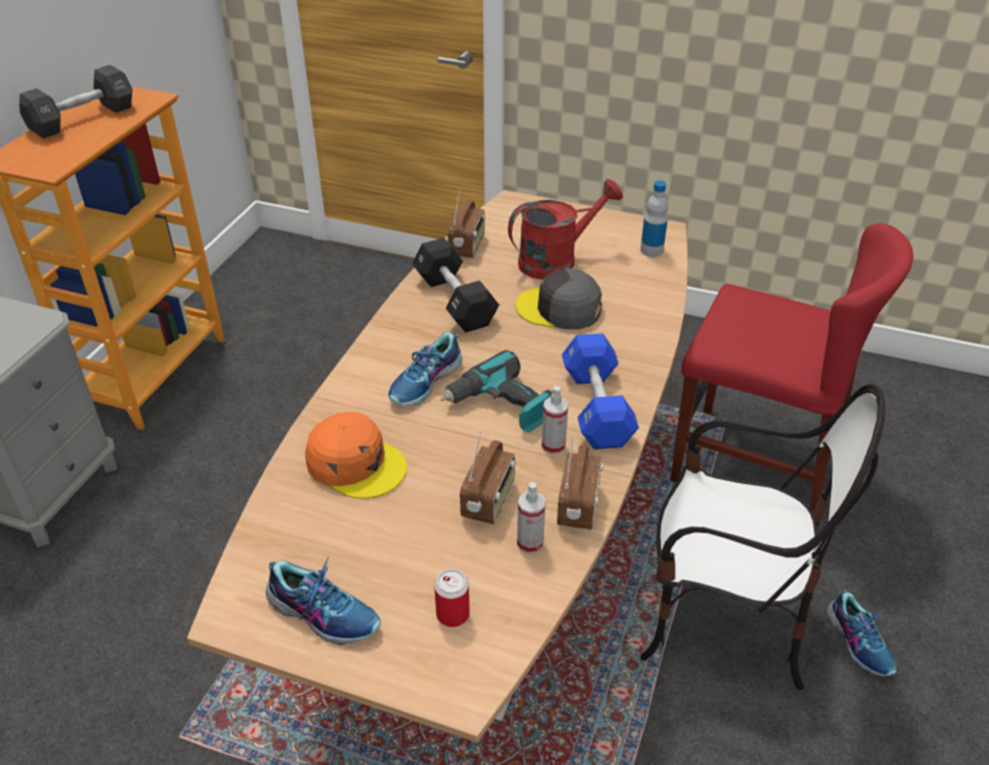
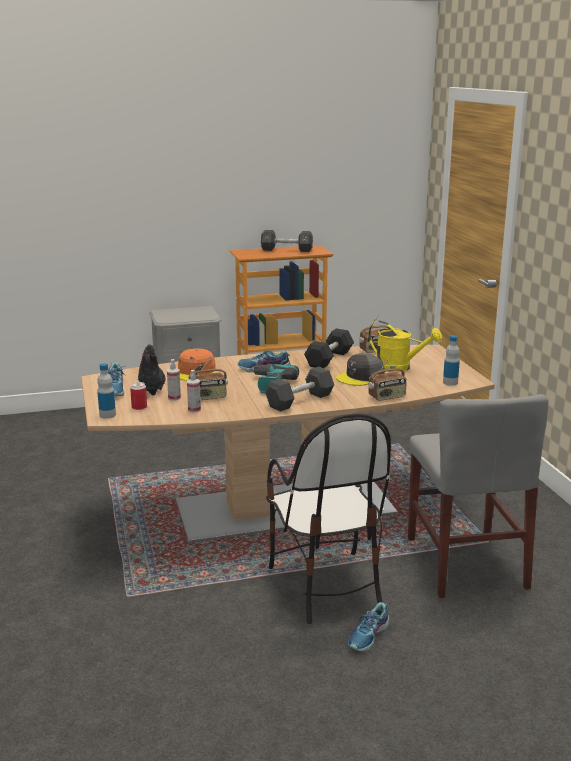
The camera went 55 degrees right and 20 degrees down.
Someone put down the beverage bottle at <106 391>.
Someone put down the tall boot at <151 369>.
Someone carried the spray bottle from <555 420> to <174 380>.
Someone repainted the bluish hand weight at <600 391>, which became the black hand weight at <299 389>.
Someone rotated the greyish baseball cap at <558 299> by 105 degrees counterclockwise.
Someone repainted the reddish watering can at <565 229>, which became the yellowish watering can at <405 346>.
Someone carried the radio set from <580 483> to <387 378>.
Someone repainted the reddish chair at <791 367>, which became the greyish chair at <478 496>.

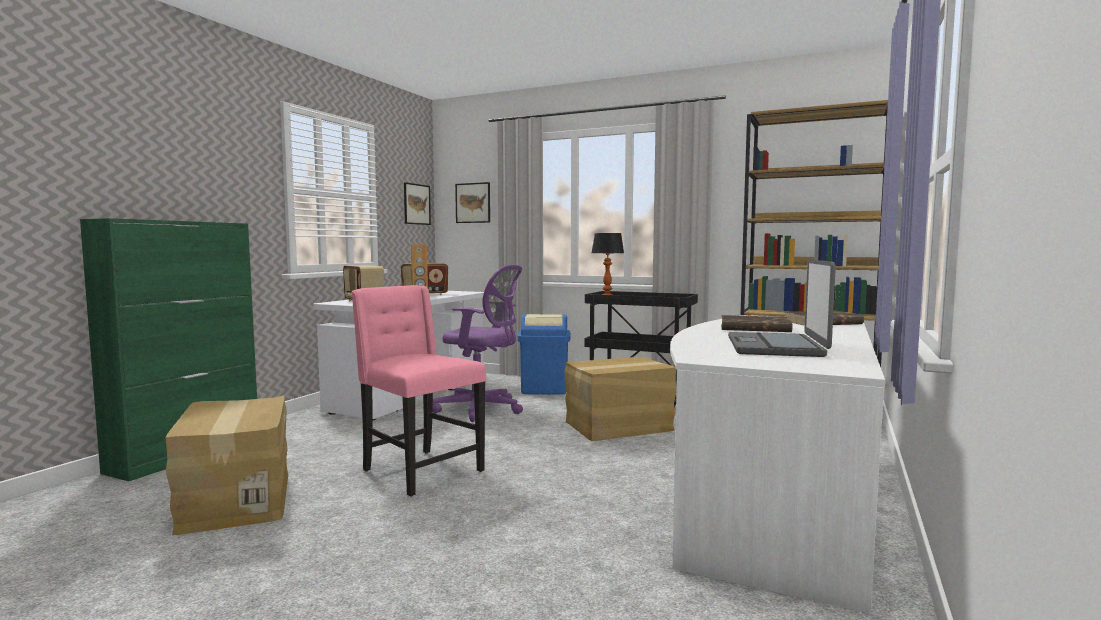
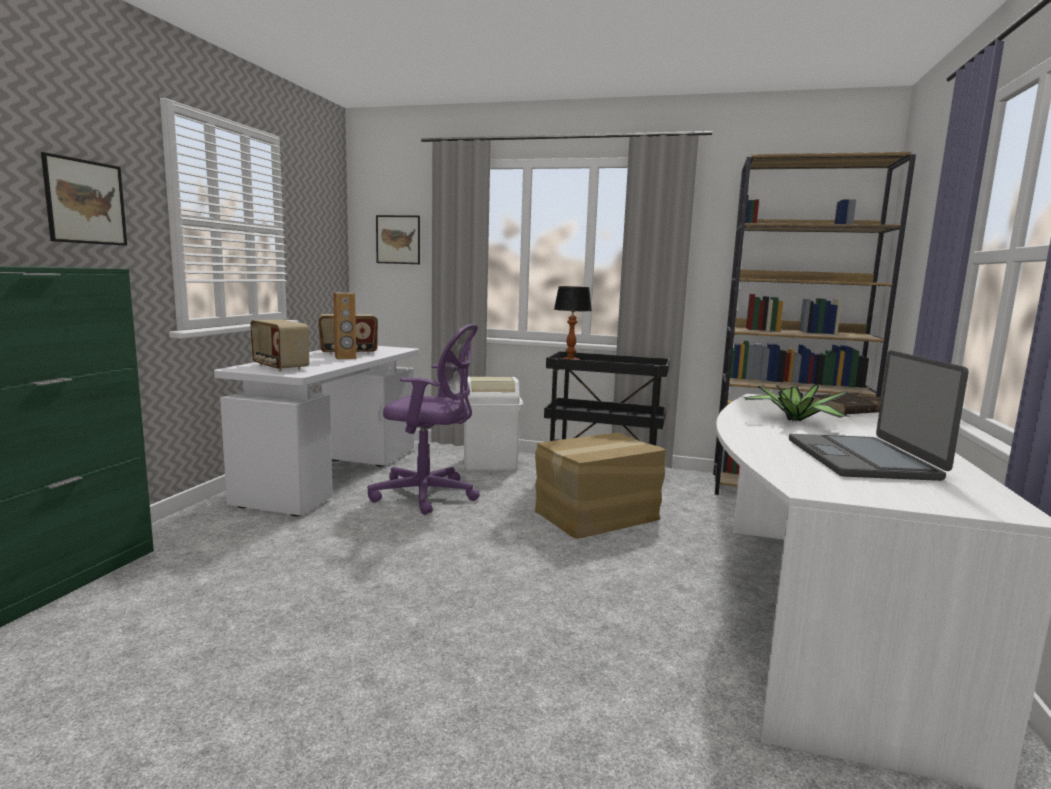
The camera went 10 degrees left and 5 degrees up.
Someone carried the picture from <417 203> to <84 199>.
Someone repainted the bluish rubbish bin at <544 354>, which became the white-coloured rubbish bin at <493 423>.
Someone swapped the brown-coloured bound book at <756 323> for the potted plant at <796 404>.
Someone took away the carton at <227 465>.
Someone took away the pink-coloured chair at <418 391>.

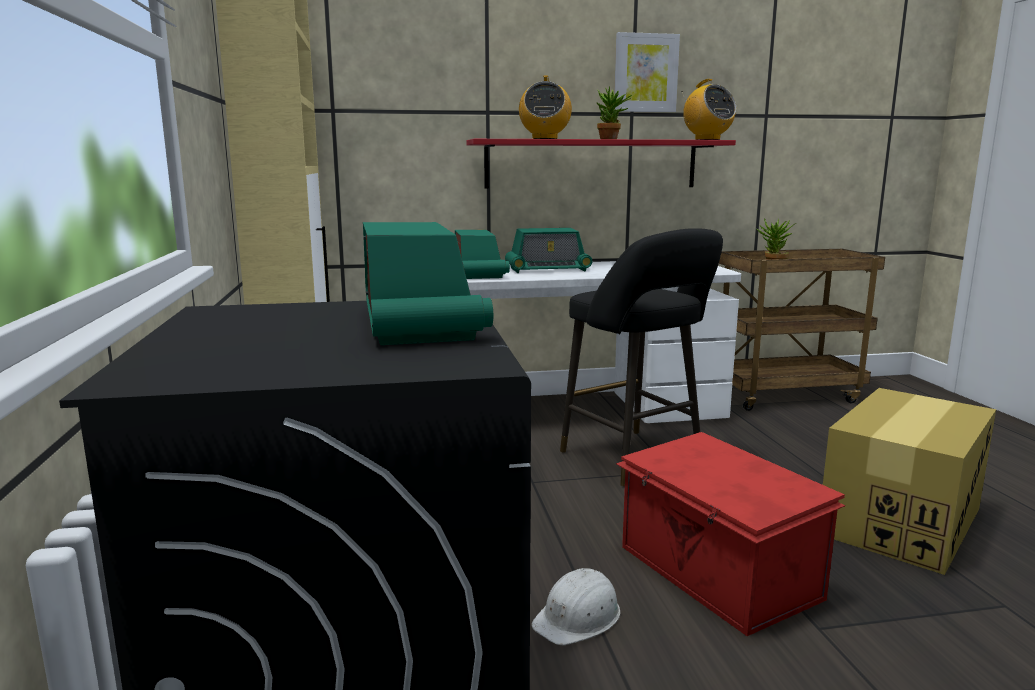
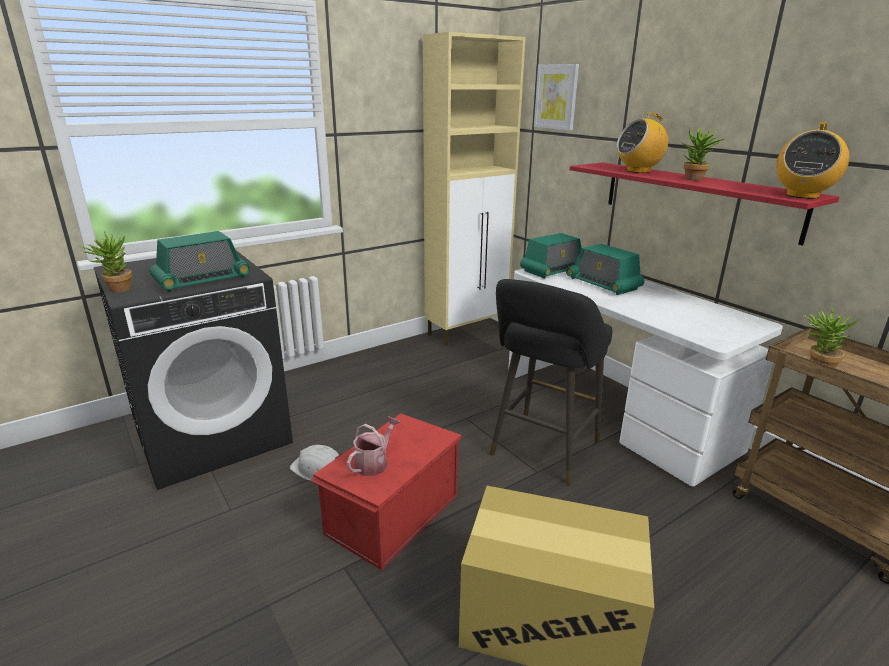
The camera went 65 degrees right and 10 degrees up.
Someone put down the potted plant at <105 262>.
Someone put down the watering can at <373 446>.
Someone carried the picture from <647 72> to <556 97>.

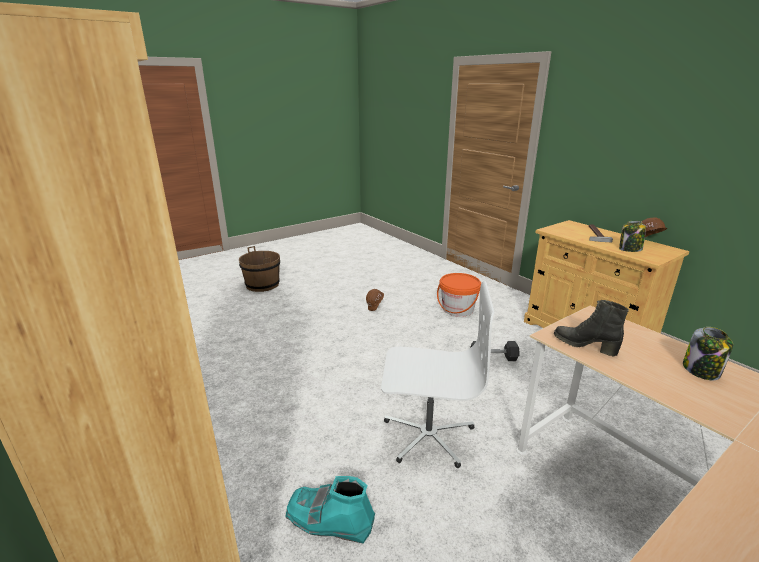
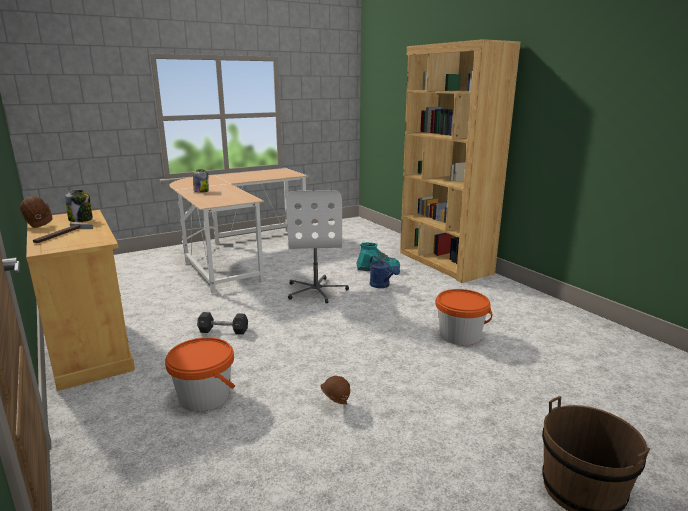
The camera went 175 degrees left and 5 degrees down.
Someone rotated the white-coloured computer chair at <437 374> by 105 degrees counterclockwise.
Someone put down the bluish watering can at <385 272>.
Someone put down the orange water bucket at <464 317>.
Someone took away the black tall boot at <591 328>.

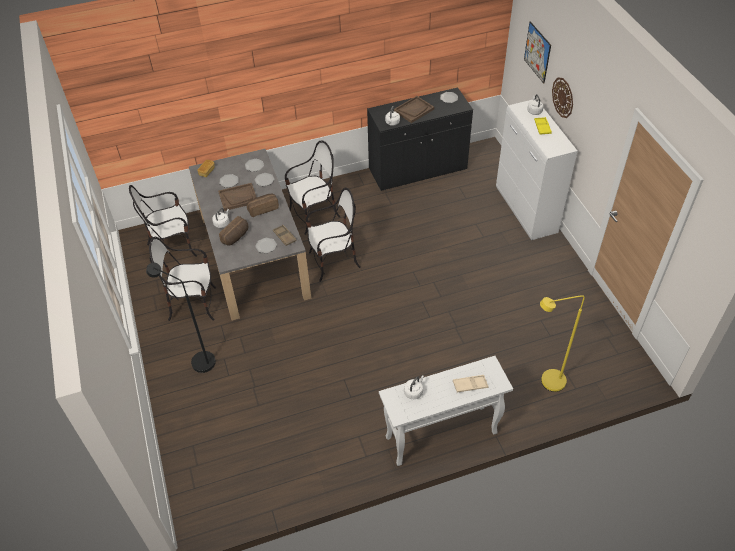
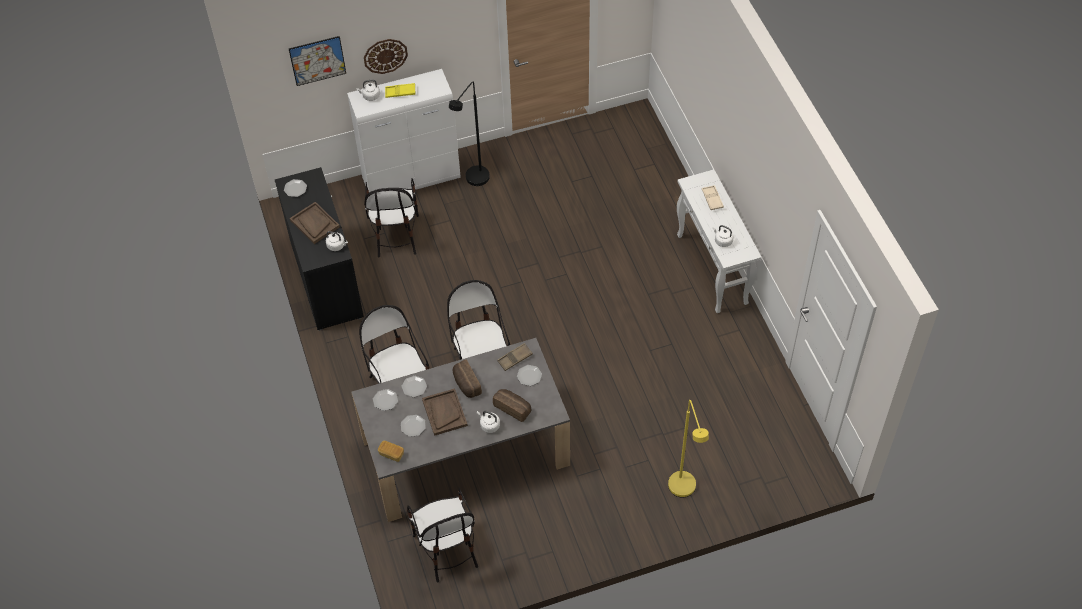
The camera went 90 degrees left and 5 degrees up.
Someone carried the chair from <182 279> to <391 217>.
Someone carried the black floor lamp from <181 318> to <469 133>.
Someone carried the yellowish floor lamp from <562 343> to <688 449>.

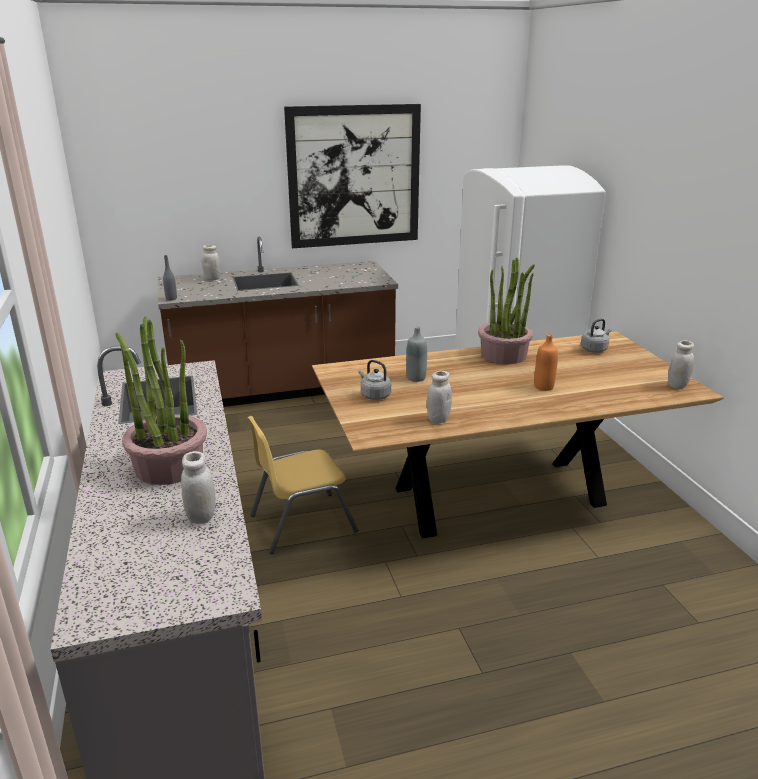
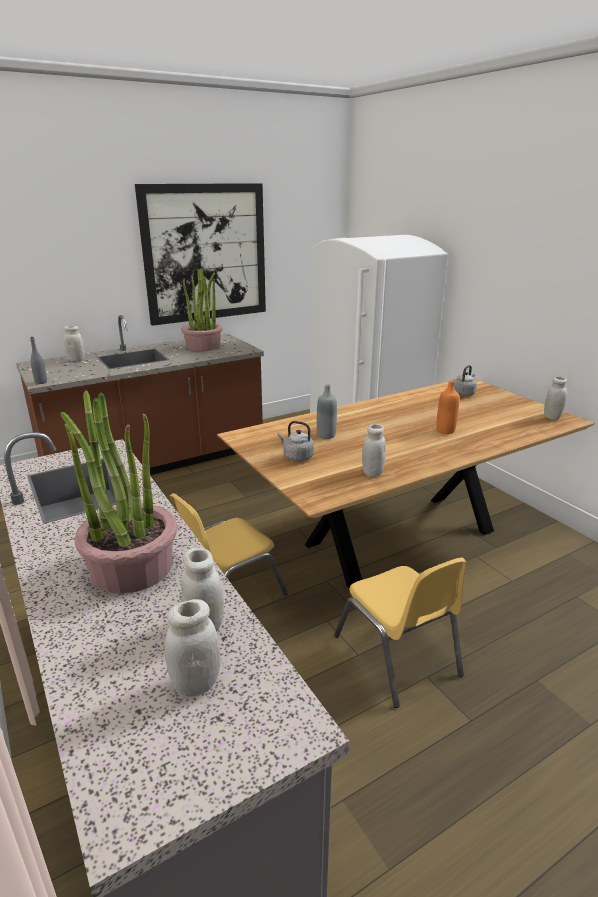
The camera went 15 degrees left and 0 degrees up.
Someone put down the white-coloured jar at <193 647>.
Someone carried the potted plant from <506 311> to <202 309>.
Someone put down the yellowish chair at <400 633>.

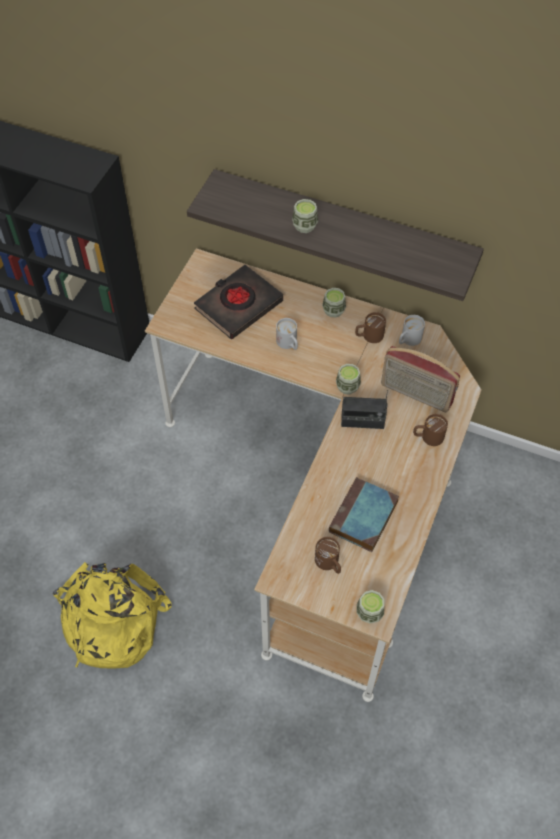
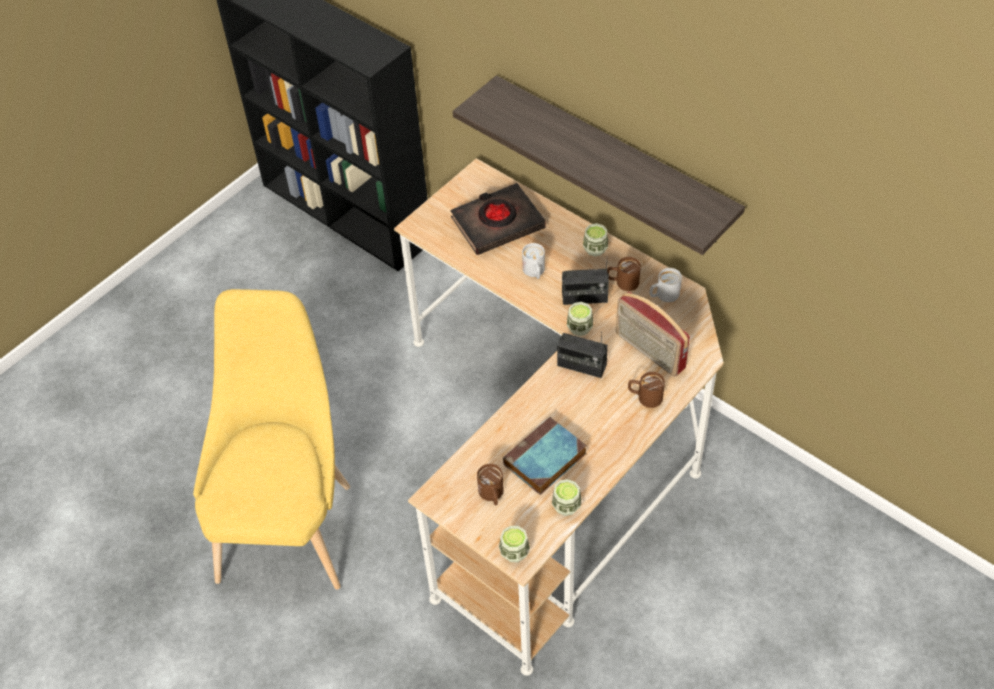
The camera went 20 degrees right and 5 degrees down.
Someone swapped the yellowish knapsack at <112 615> for the yellowish chair at <271 439>.
Someone carried the drinking cup from <305 216> to <566 497>.
Someone put down the radio set at <585 283>.

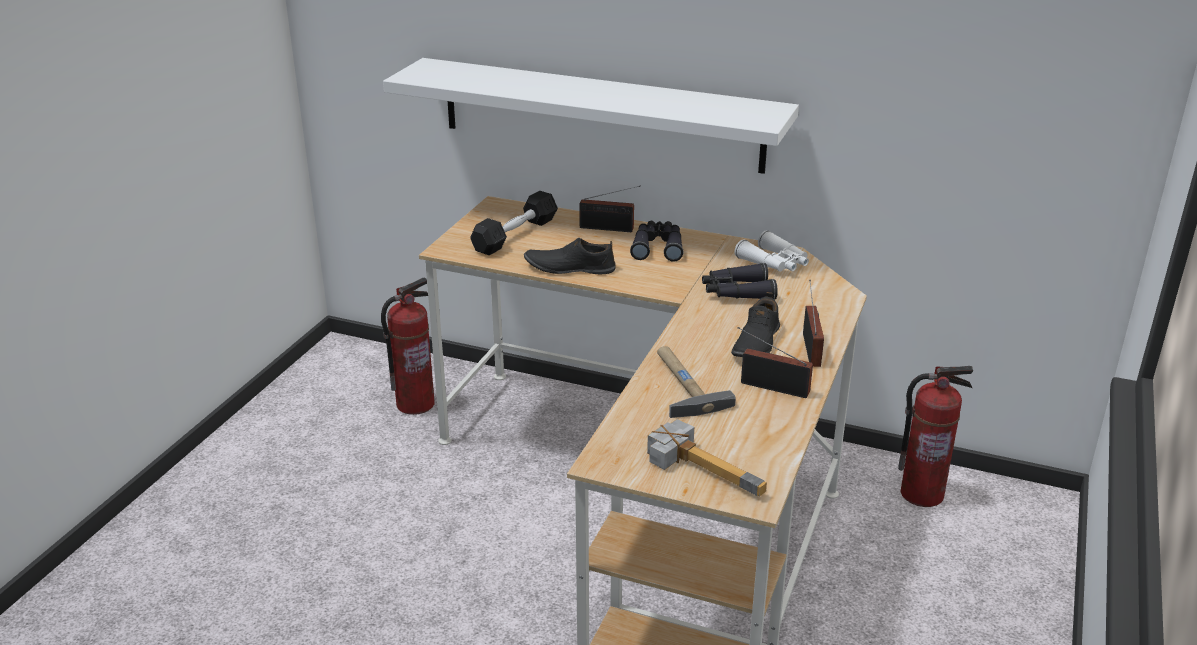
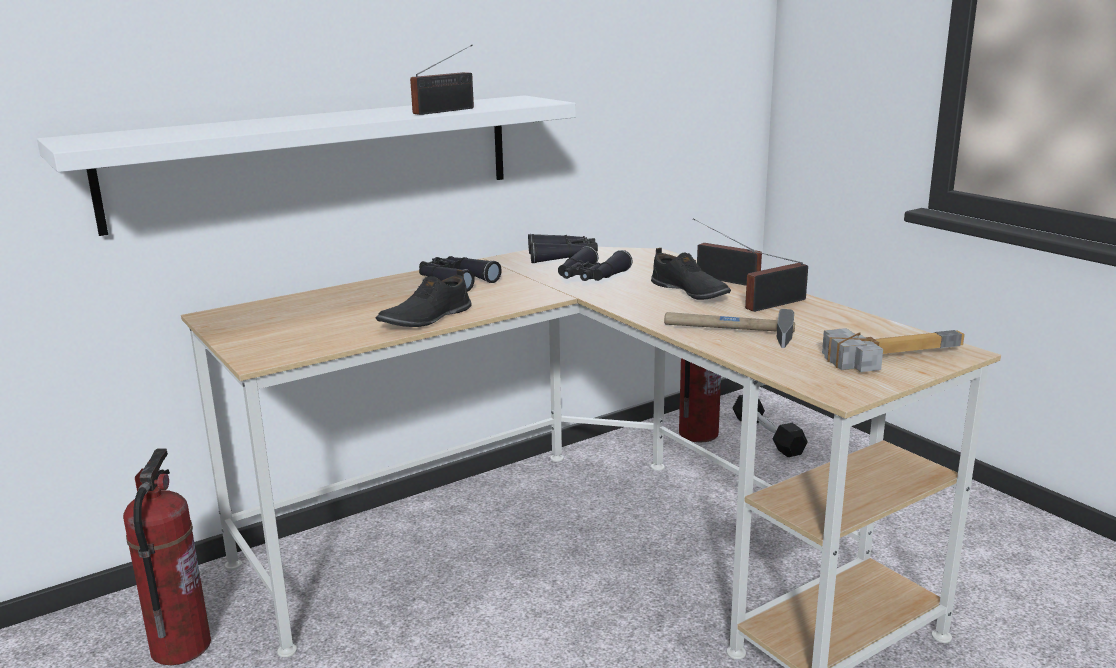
The camera went 55 degrees left and 10 degrees down.
Someone carried the radio set from <610 208> to <442 80>.
Someone repainted the white-coloured pair of binoculars at <771 251>, which became the black pair of binoculars at <563 249>.
Someone carried the black hand weight from <514 223> to <770 426>.

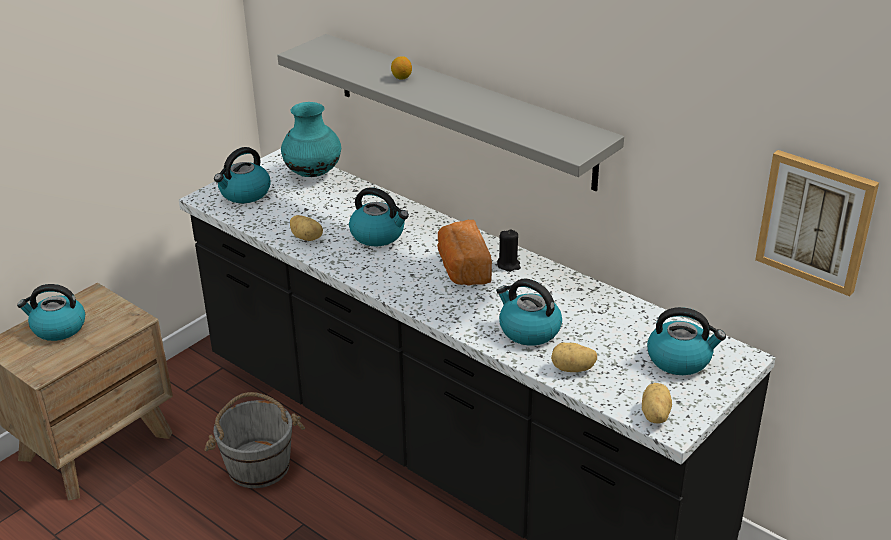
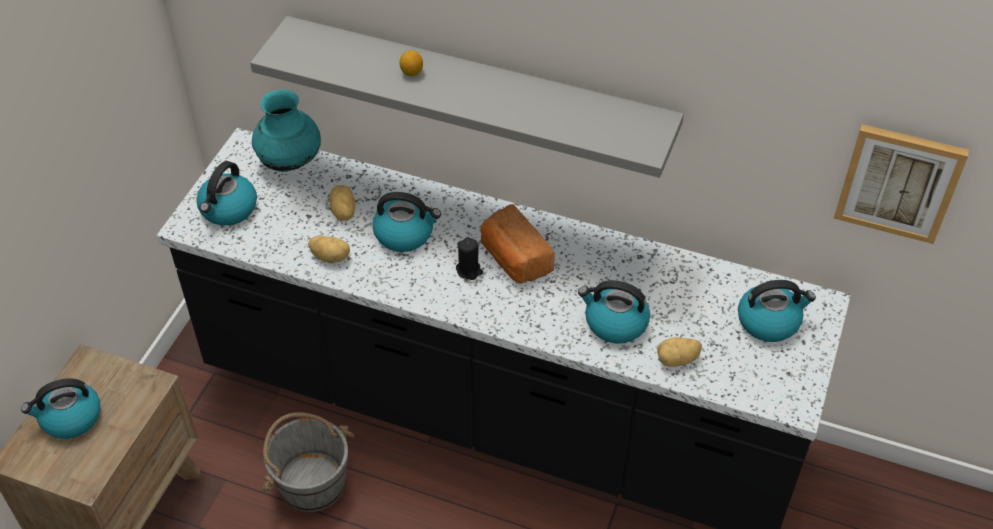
The camera went 20 degrees left and 15 degrees up.
Someone carried the potato from <657 403> to <343 203>.
Someone carried the black wax candle from <509 250> to <469 258>.

